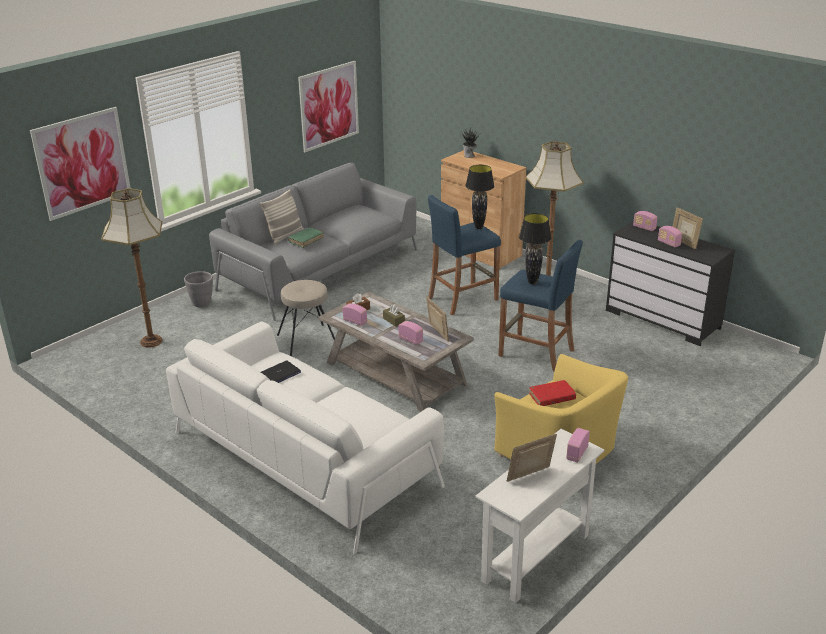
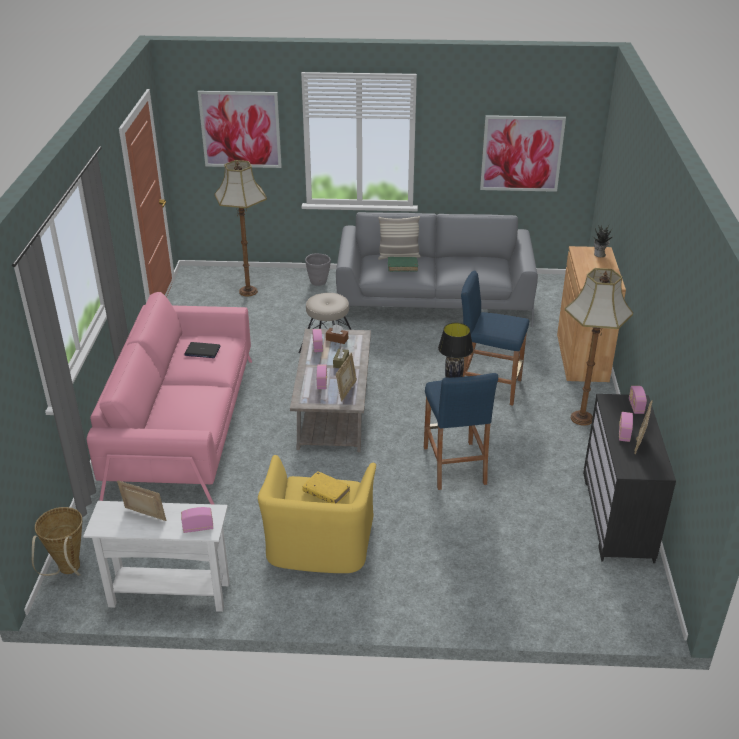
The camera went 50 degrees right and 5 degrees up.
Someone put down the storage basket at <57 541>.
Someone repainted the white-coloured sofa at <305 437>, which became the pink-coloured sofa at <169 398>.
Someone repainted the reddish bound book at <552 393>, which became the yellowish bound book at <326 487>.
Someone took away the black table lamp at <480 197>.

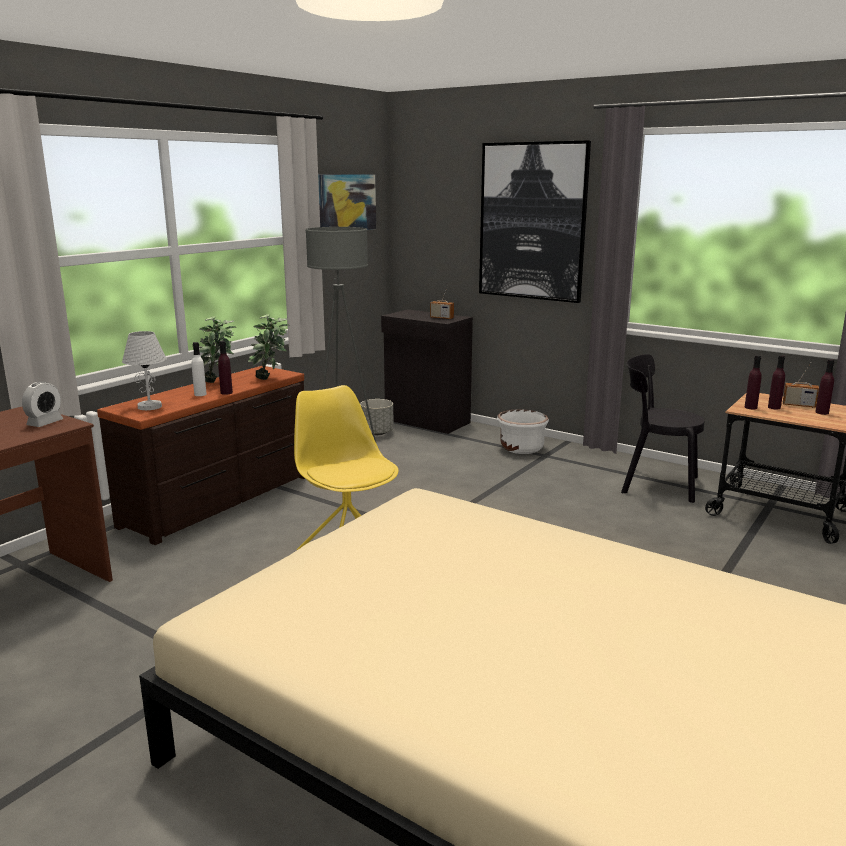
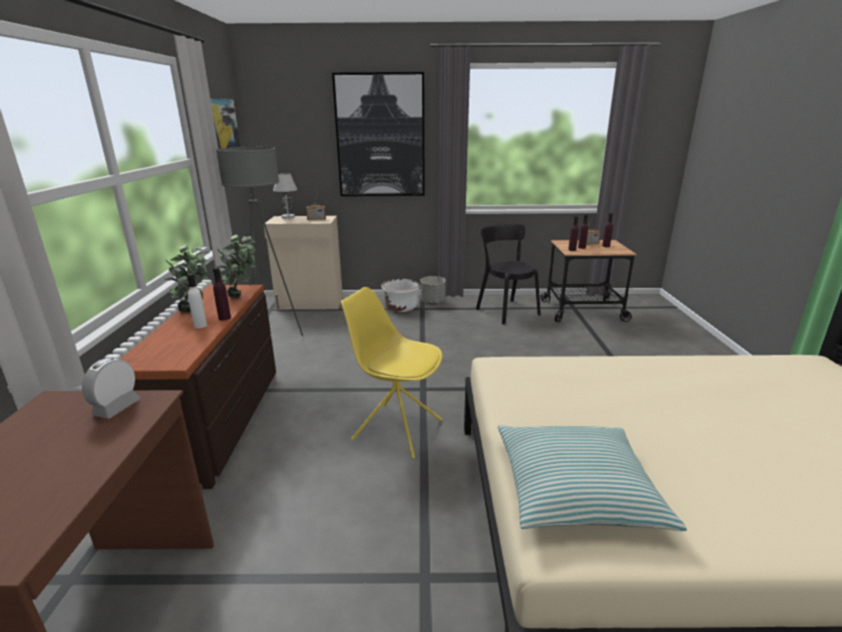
The camera went 35 degrees left and 5 degrees up.
Someone rotated the table clock at <42 404> by 150 degrees counterclockwise.
Someone repainted the black storage cabinet at <427 371>, which became the sand-coloured storage cabinet at <303 263>.
Someone carried the white-coloured table lamp from <144 370> to <285 196>.
Someone carried the greyish plant pot from <377 417> to <433 290>.
Someone rotated the black chair at <662 428> by 75 degrees clockwise.
Someone put down the pillow at <592 478>.

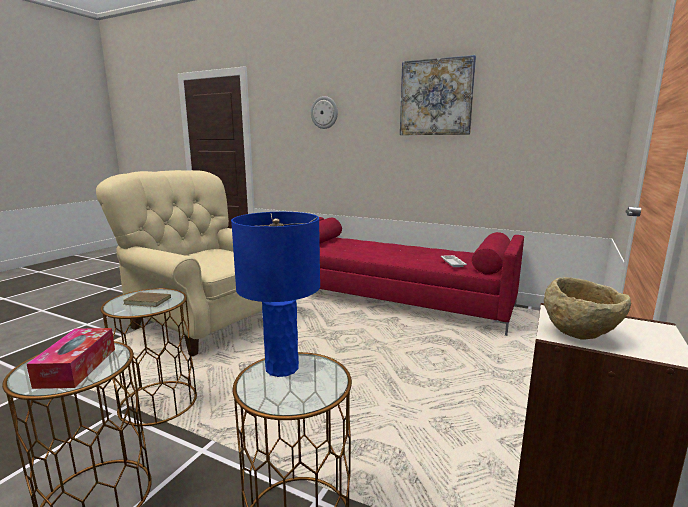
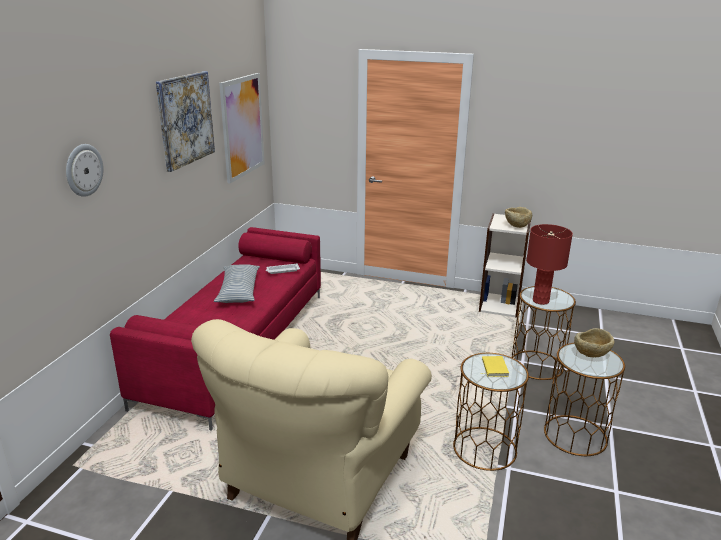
The camera went 100 degrees left and 10 degrees up.
Someone put down the pillow at <237 283>.
Someone put up the picture at <242 128>.
Someone repainted the brown-coloured bound book at <147 298>, which became the yellowish bound book at <495 366>.
Someone repainted the bluish table lamp at <275 294>, which became the reddish table lamp at <549 264>.
Someone swapped the tissue box at <71 358> for the sand-coloured serving bowl at <594 342>.

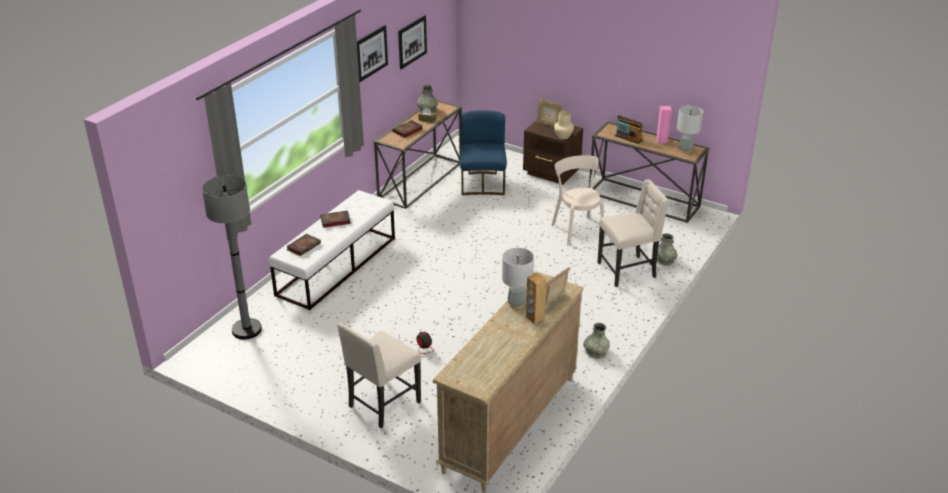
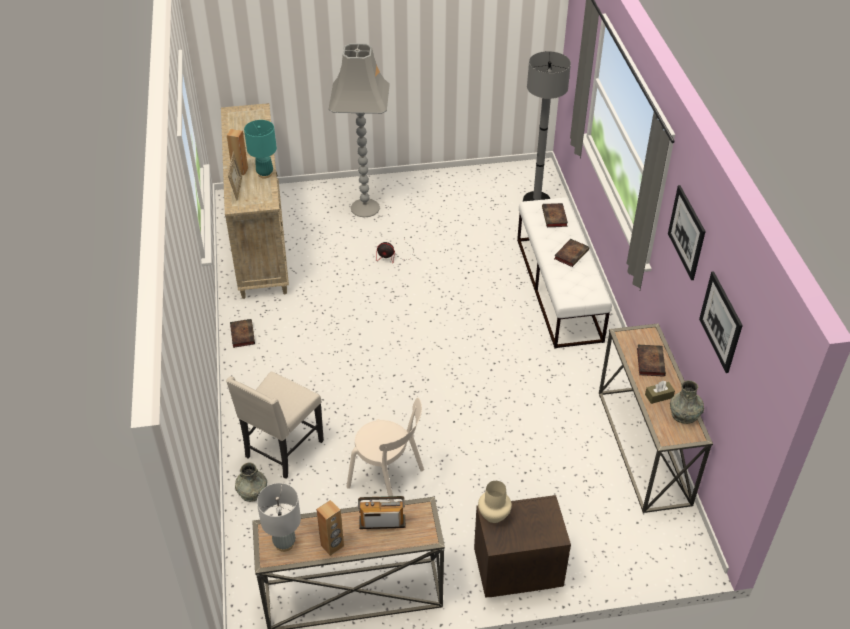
The camera went 140 degrees right and 10 degrees up.
Someone swapped the greyish decorative vase at <596 341> for the bound book at <242 333>.
Someone repainted the greyish table lamp at <518 278>, which became the turquoise table lamp at <260 149>.
Someone repainted the pink-coloured speaker at <664 124>, which became the brown-coloured speaker at <330 528>.
Someone swapped the sand-coloured chair at <379 375> for the greyish floor lamp at <359 130>.
Someone took away the bluish chair at <483 152>.
Someone took away the photo frame at <550 113>.

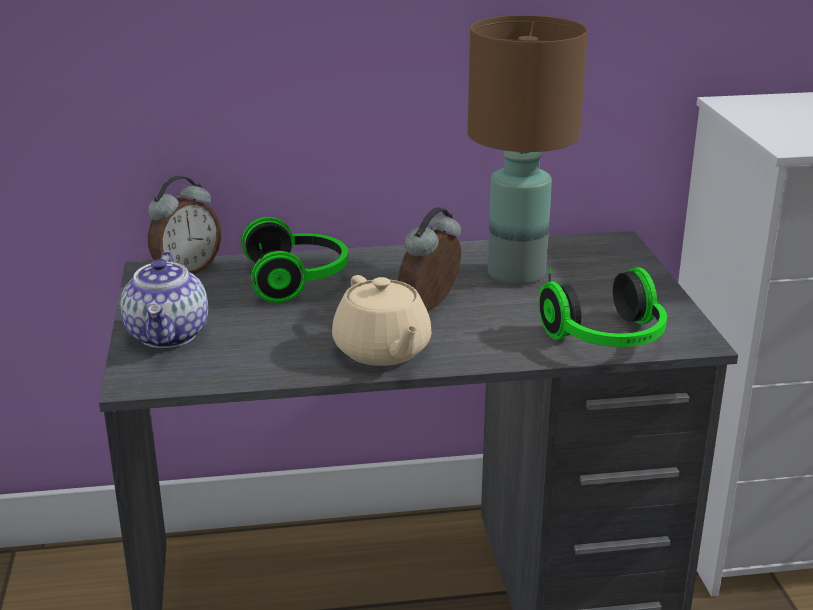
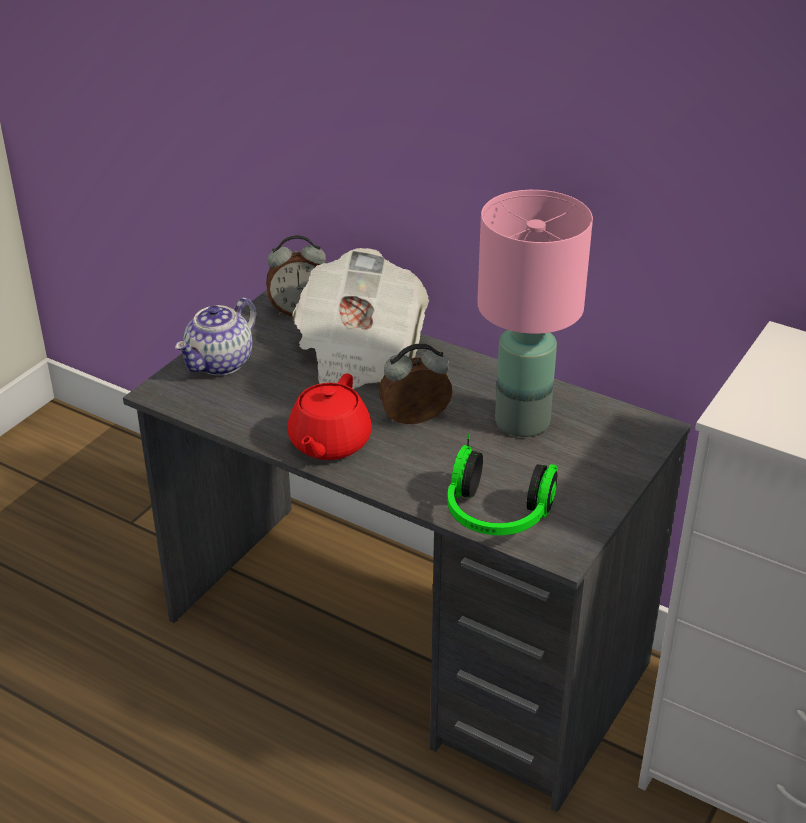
The camera went 40 degrees right and 10 degrees up.
Someone repainted the sand-coloured tea pot at <382 320>, which became the reddish tea pot at <330 417>.
Someone swapped the headphones at <294 260> for the printed paper at <360 318>.
Someone repainted the brown-coloured table lamp at <528 150>, which became the pink-coloured table lamp at <535 313>.

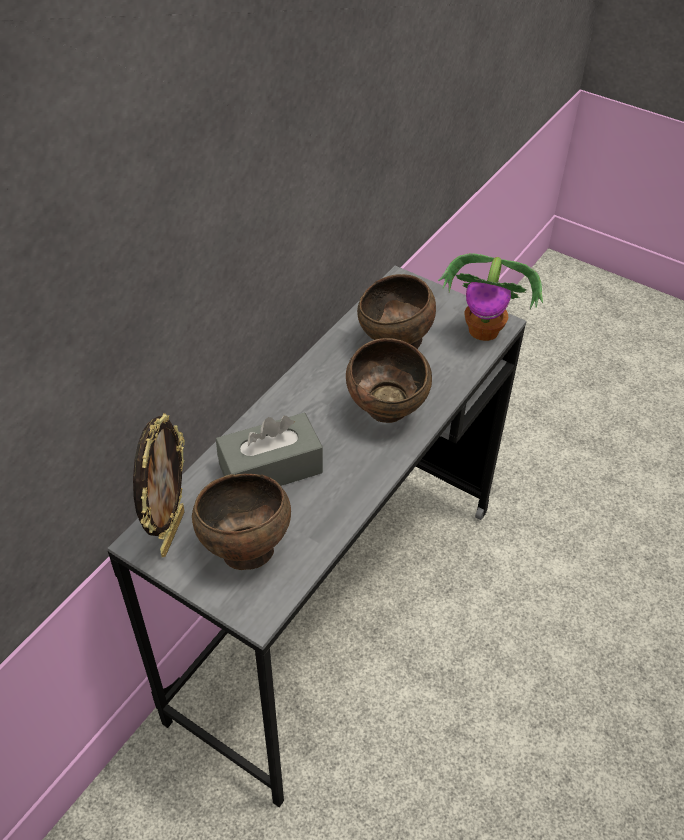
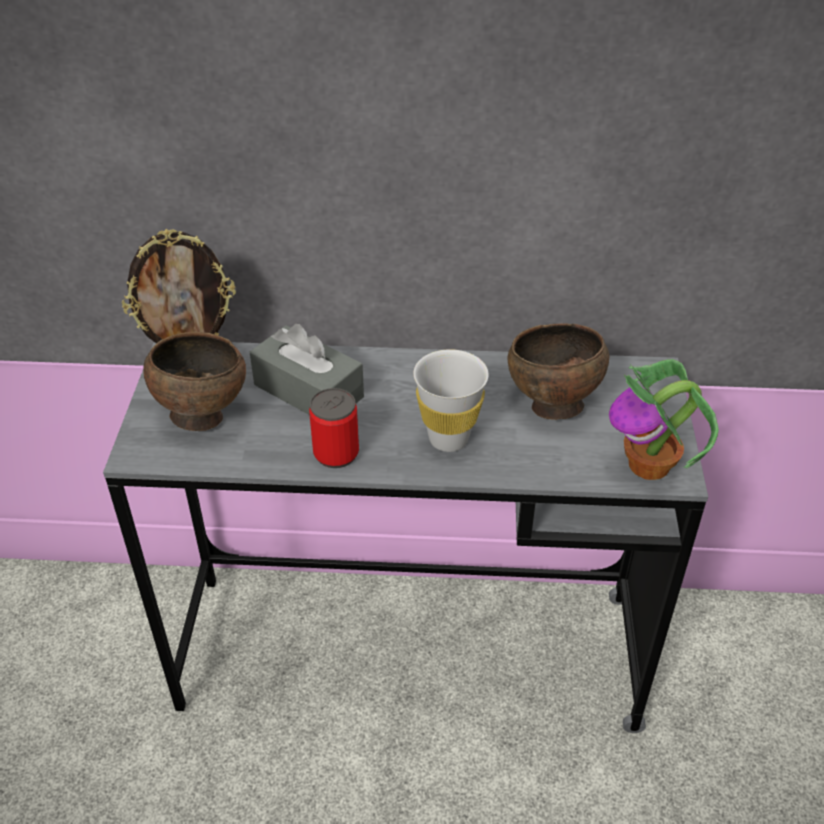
The camera went 60 degrees right and 5 degrees down.
Someone put down the sealed can at <334 428>.
Someone swapped the brown-coloured serving bowl at <389 380> for the white-coloured drinking cup at <451 400>.

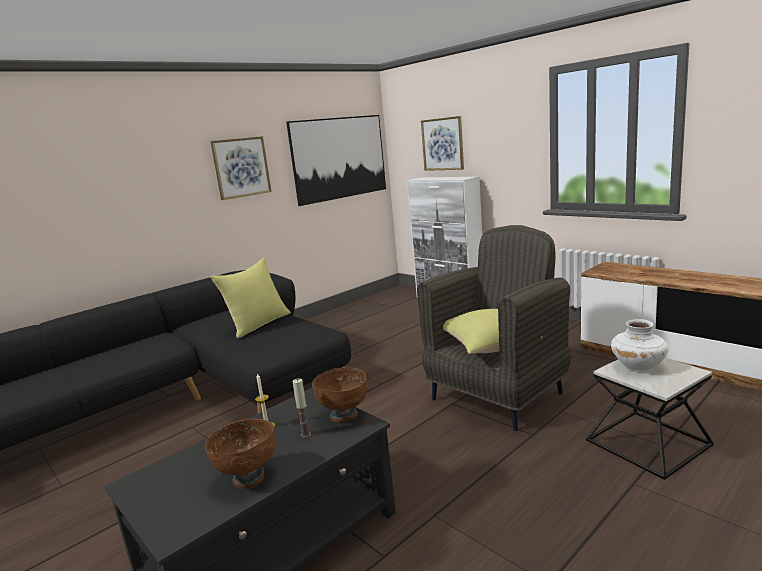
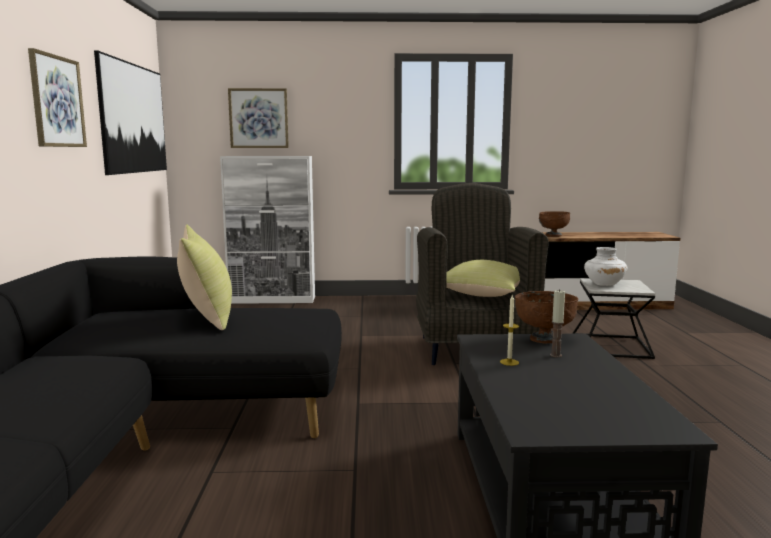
The camera went 50 degrees left and 5 degrees down.
Someone carried the brown-coloured serving bowl from <240 453> to <554 224>.

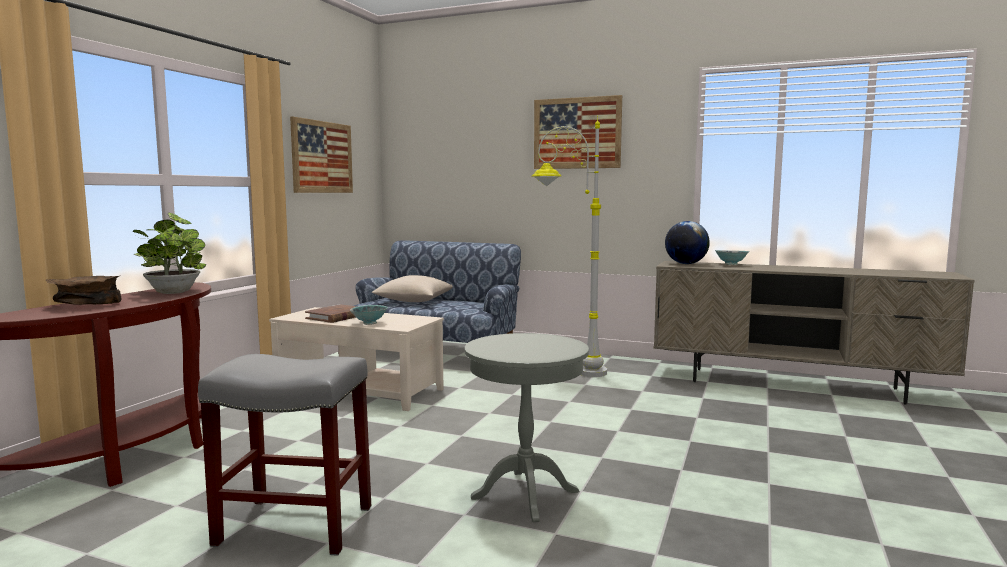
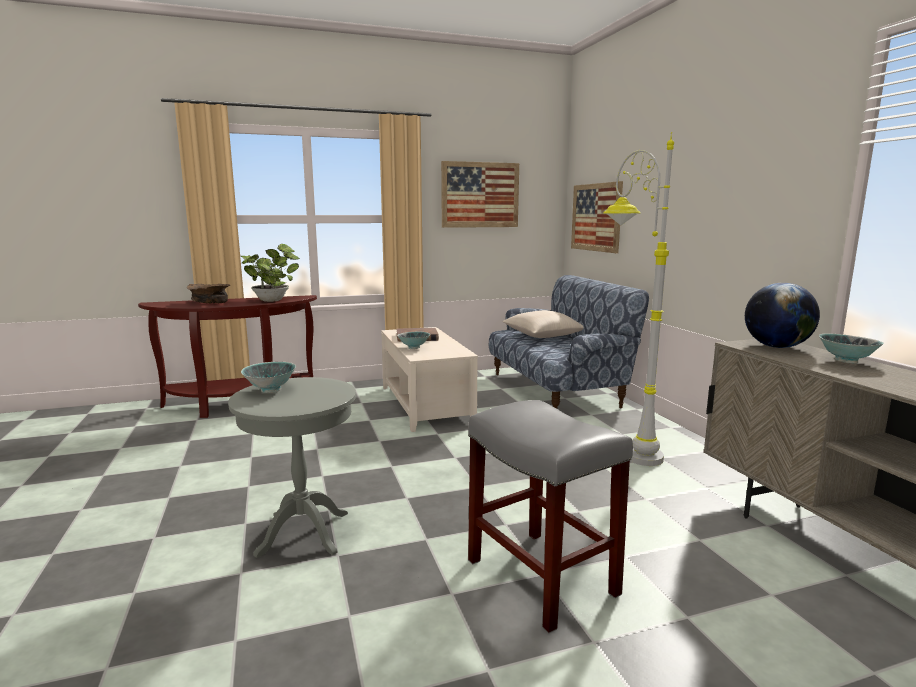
The camera went 50 degrees right and 5 degrees up.
Someone put down the serving bowl at <268 377>.
Someone carried the greyish stool from <284 455> to <550 516>.
Someone carried the picture from <578 132> to <597 217>.

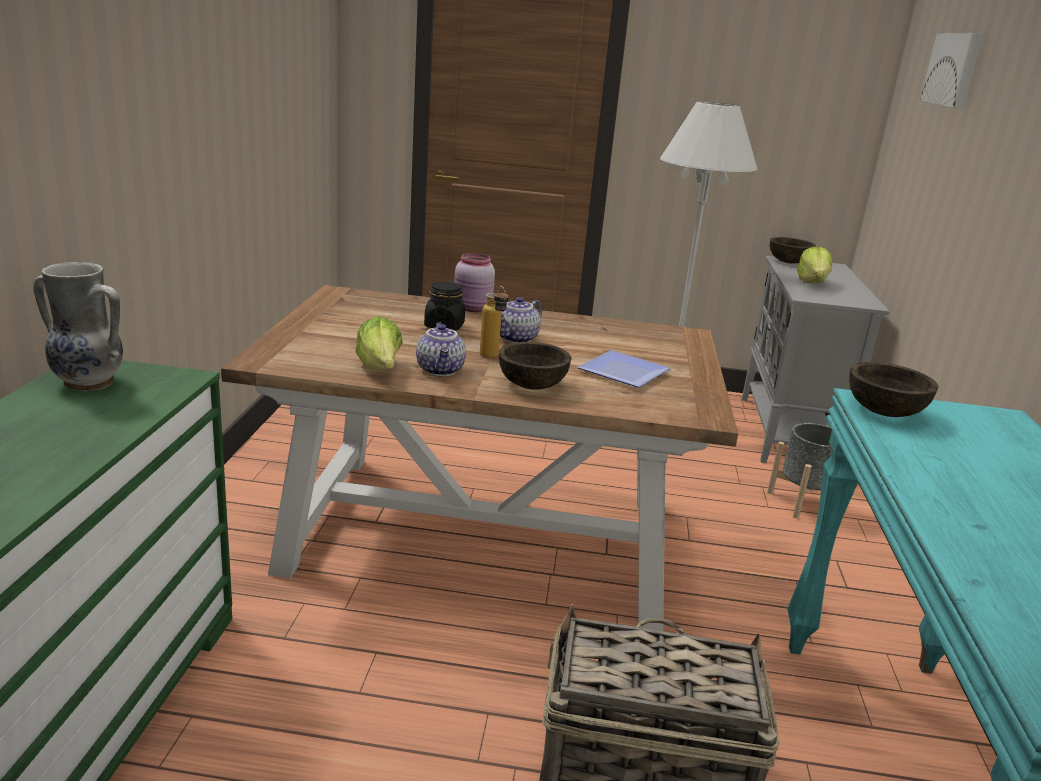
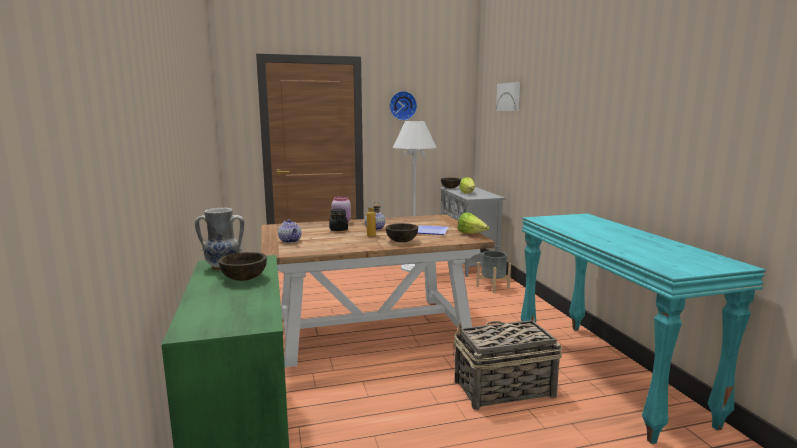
The camera went 20 degrees left and 10 degrees down.
Someone carried the brown-coloured serving bowl from <893 389> to <242 266>.
Someone carried the tea pot from <441 349> to <289 231>.
Someone put up the clock on the wall at <403 106>.
Someone carried the head of lettuce from <379 343> to <473 223>.

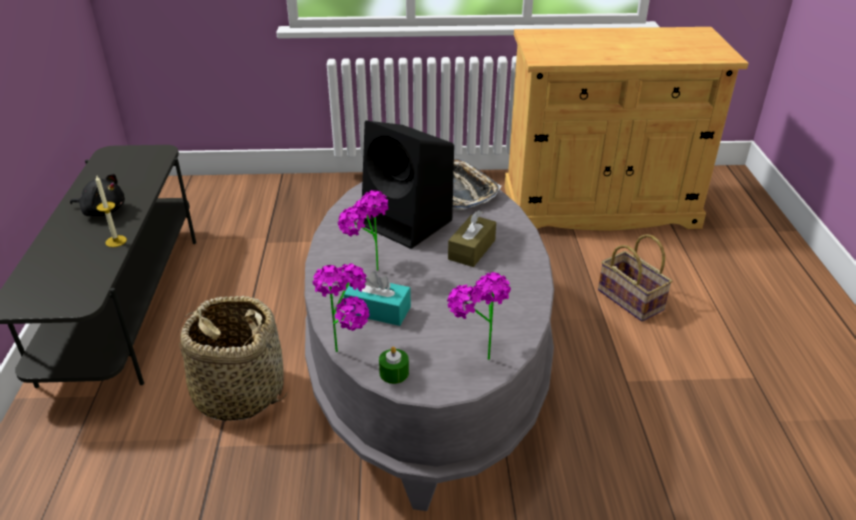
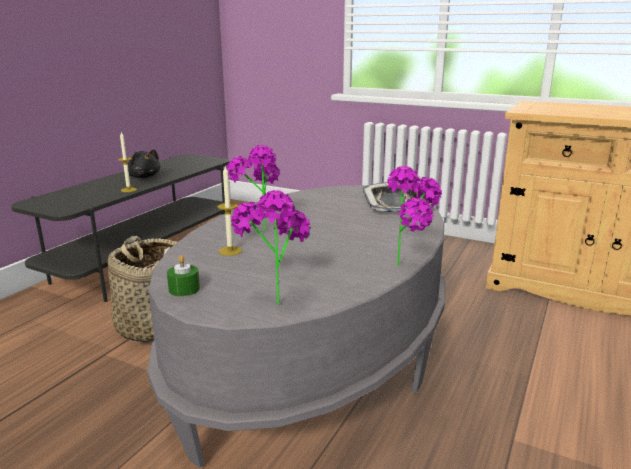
The camera went 30 degrees right and 15 degrees down.
Someone swapped the turquoise tissue box at <377 298> for the wax candle at <229 211>.
Someone carried the potted plant from <341 307> to <414 216>.
Someone took away the black speaker at <408 185>.
Someone took away the brown-coloured tissue box at <472 238>.
Someone took away the storage basket at <635 278>.

